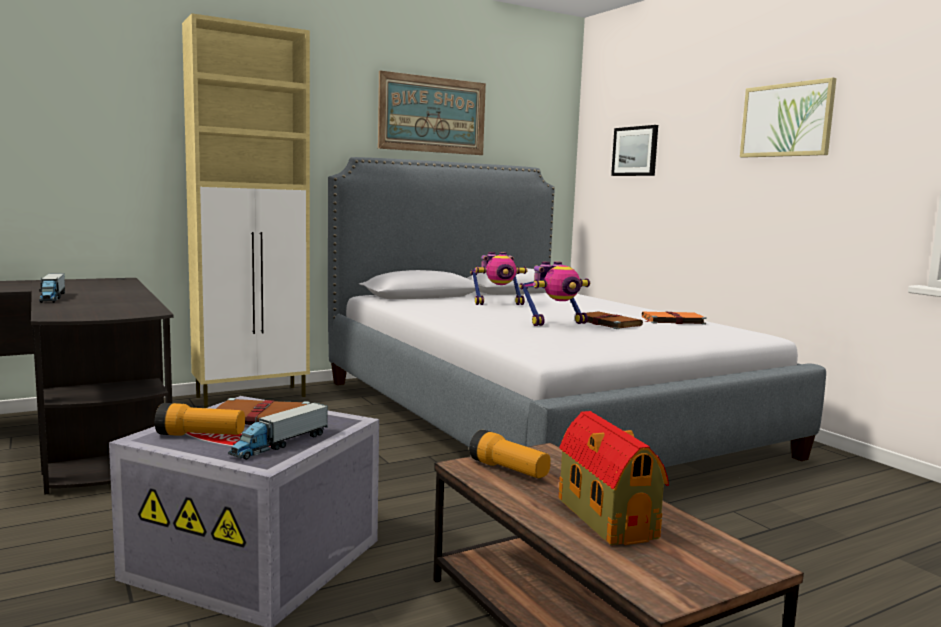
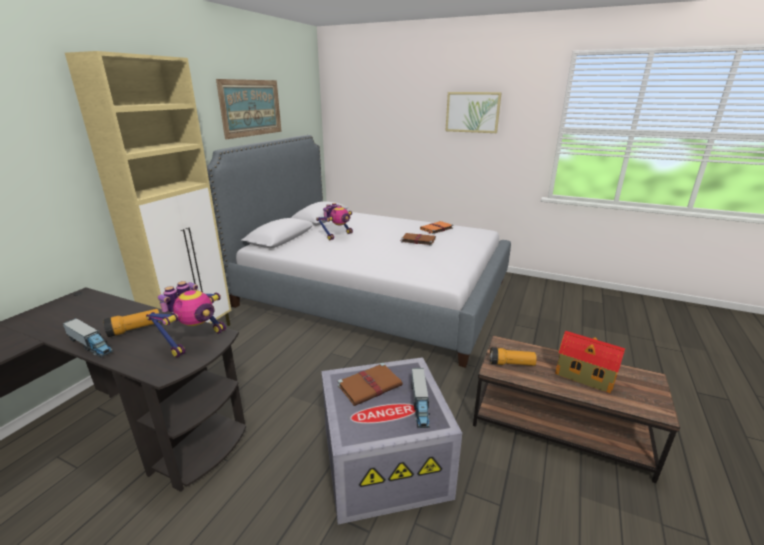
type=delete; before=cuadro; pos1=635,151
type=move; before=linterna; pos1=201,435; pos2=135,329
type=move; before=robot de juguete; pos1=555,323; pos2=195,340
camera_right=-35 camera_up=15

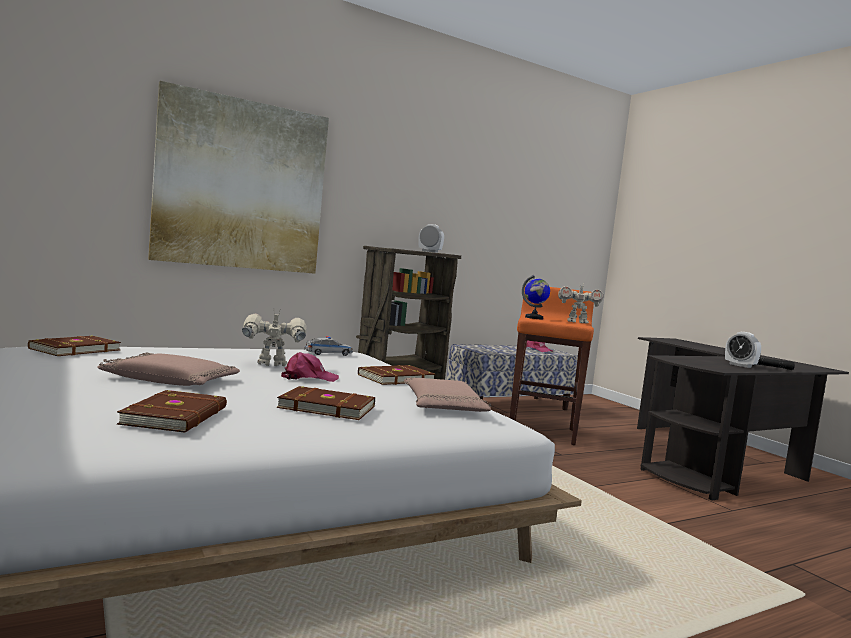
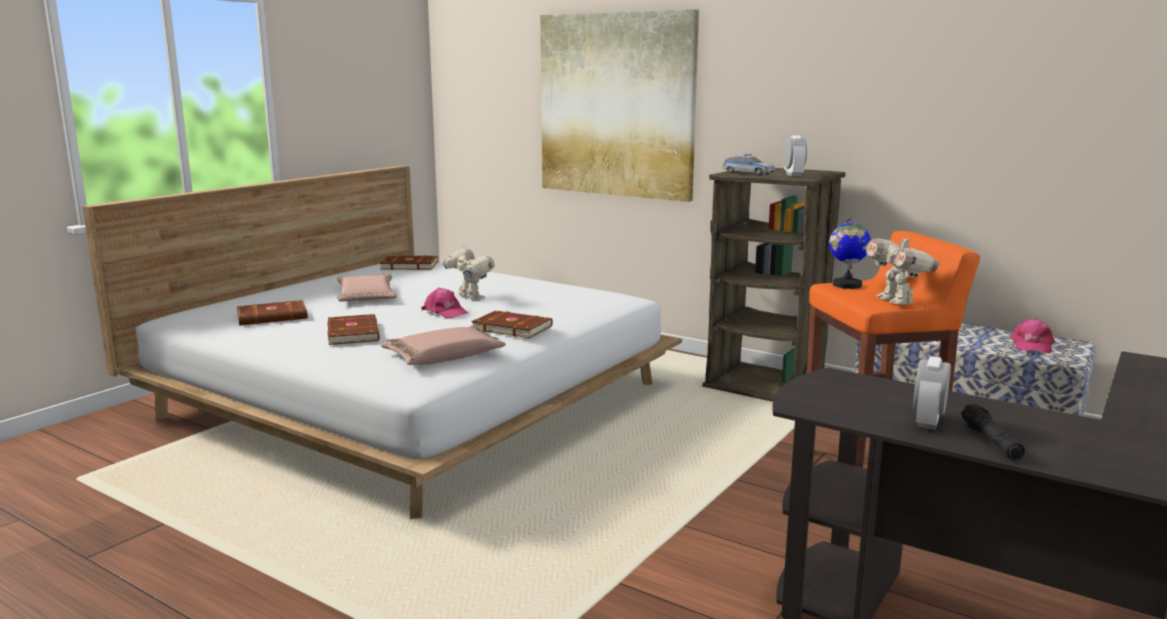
type=move; before=coche de juguete; pos1=328,353; pos2=748,173
camera_right=65 camera_up=10

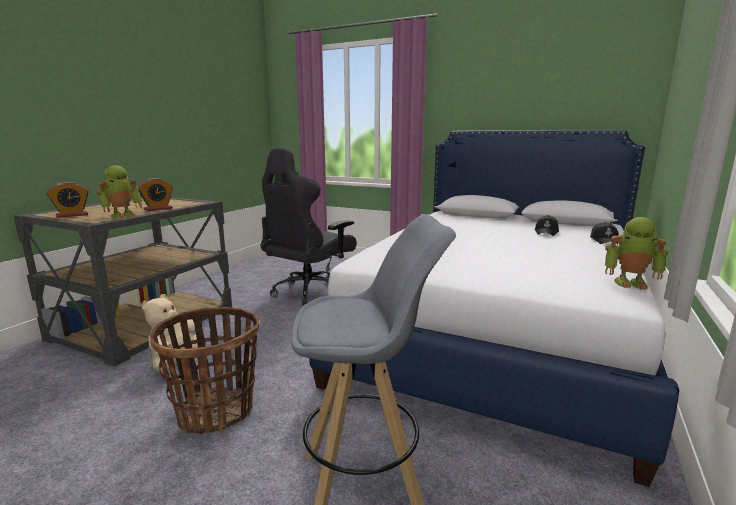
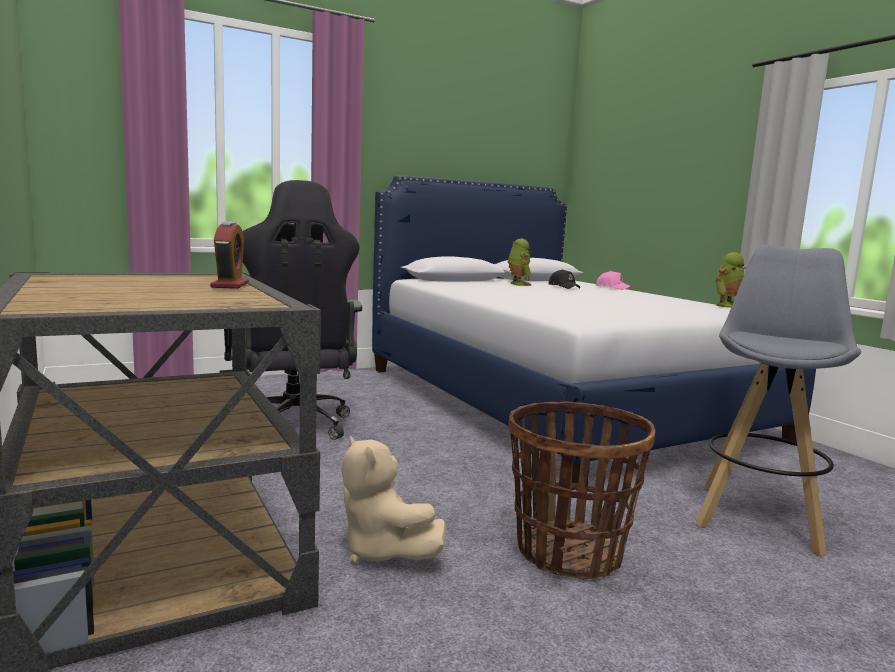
type=delete; before=despertador; pos1=72,215
type=move; before=robot de juguete; pos1=123,215; pos2=517,284
type=recolor; before=gorra/negro; after=gorra/rosa; pos1=604,240; pos2=613,288
camera_right=-55 camera_up=-5

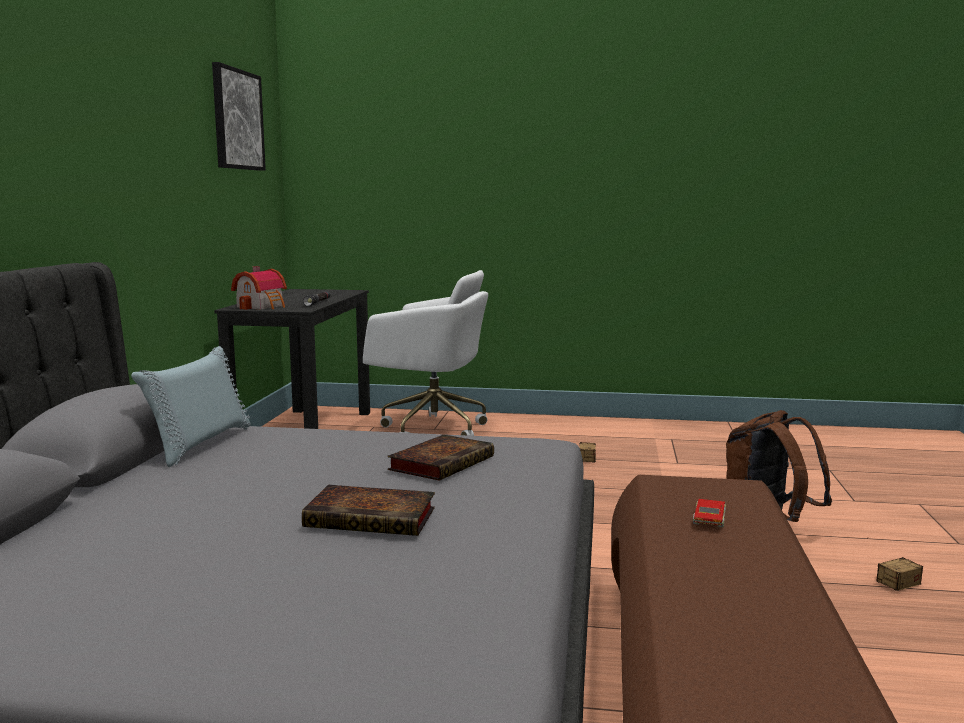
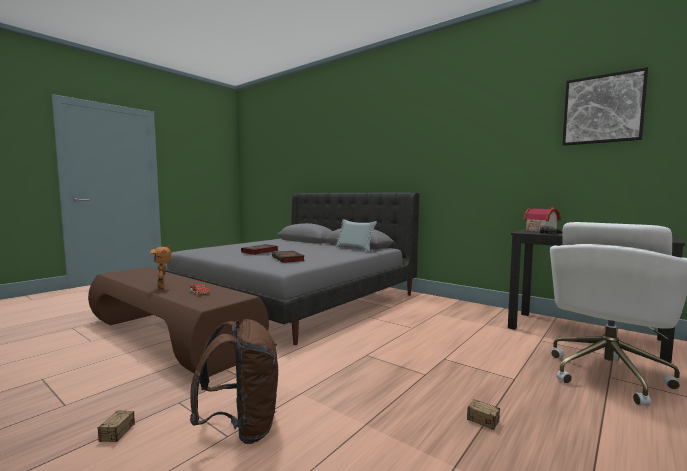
type=insert; after=robot de juguete; pos2=163,287
camera_right=120 camera_up=-5

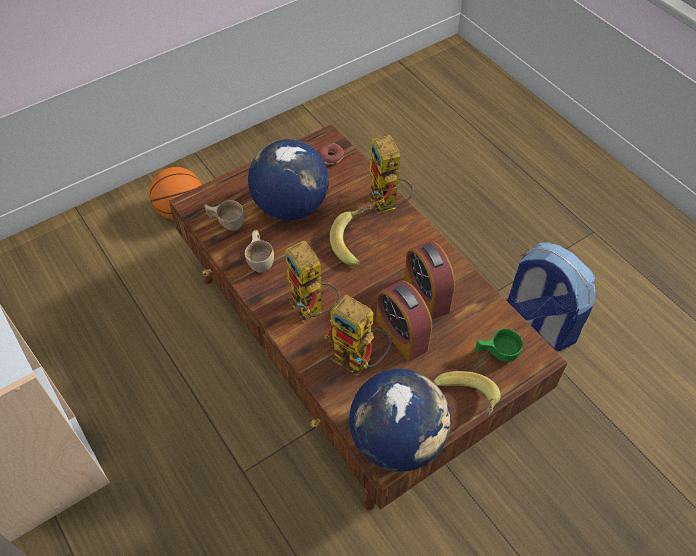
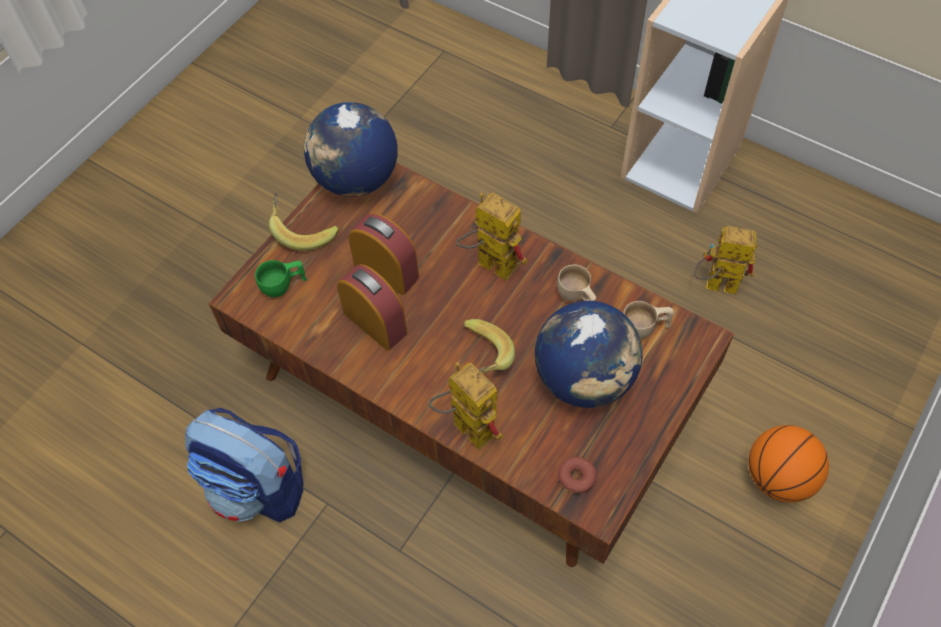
type=move; before=robot de juguete; pos1=359,361; pos2=714,285
camera_right=160 camera_up=5

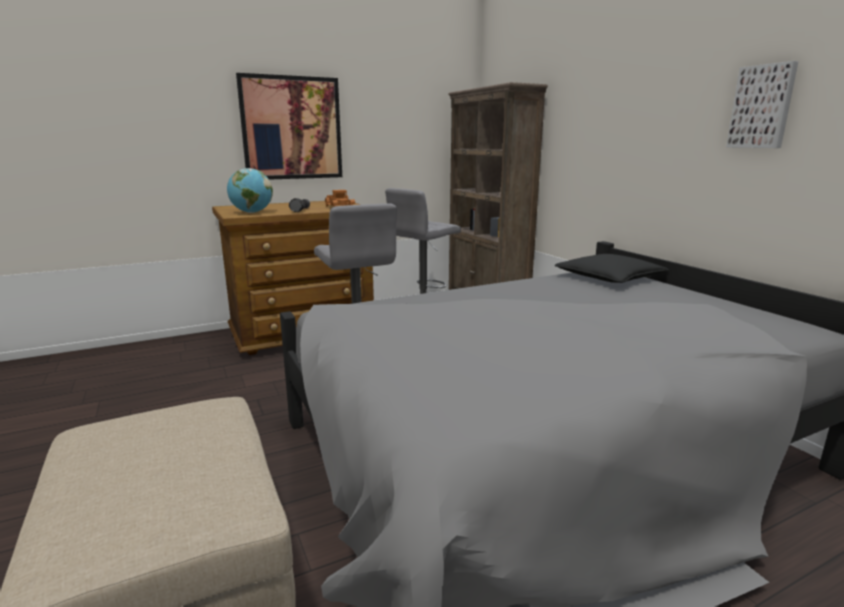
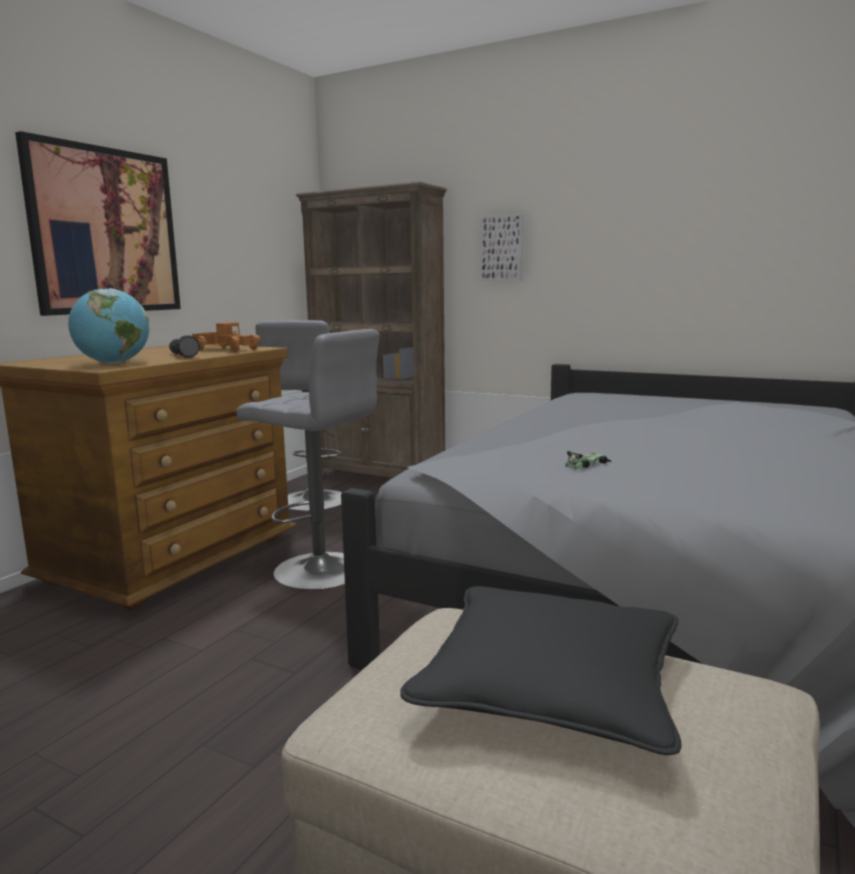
type=insert; after=coche de juguete; pos2=586,464
type=move; before=cojín/negro; pos1=609,277; pos2=551,680
type=move; before=cuadro; pos1=762,107; pos2=503,248
camera_right=-35 camera_up=-5

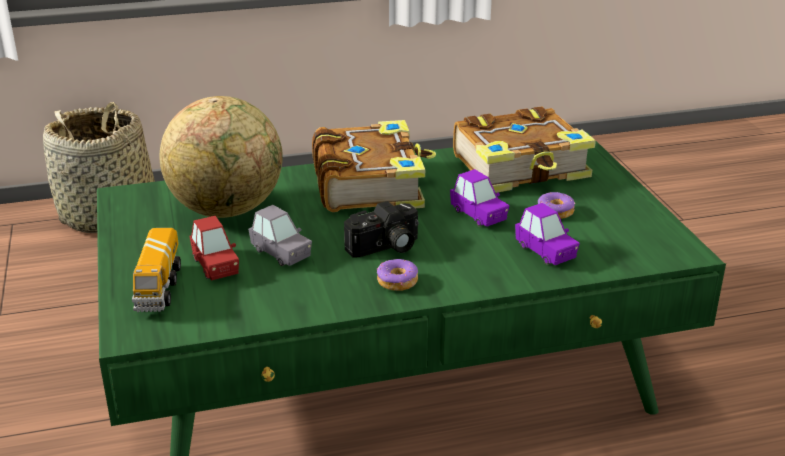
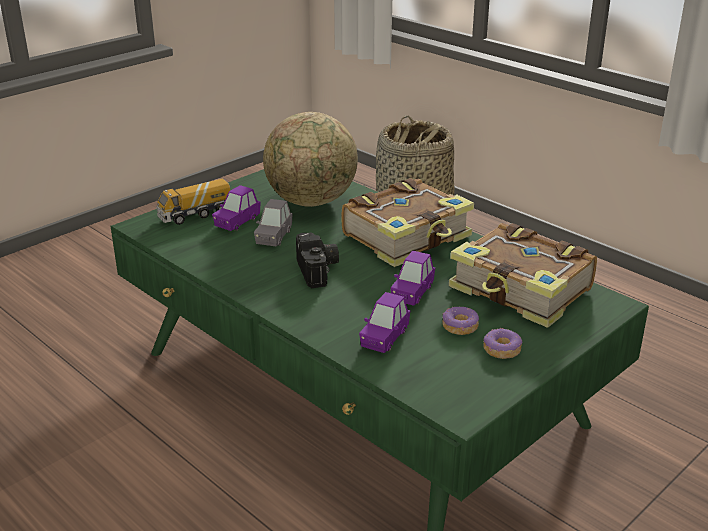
type=move; before=rosquilla; pos1=397,282; pos2=501,350
type=recolor; before=coche de juguete/rojo; after=coche de juguete/morado; pos1=215,265; pos2=237,222
type=rotate; before=cámara; pos1=385,248; pos2=319,270; turn=-135
camera_right=60 camera_up=0

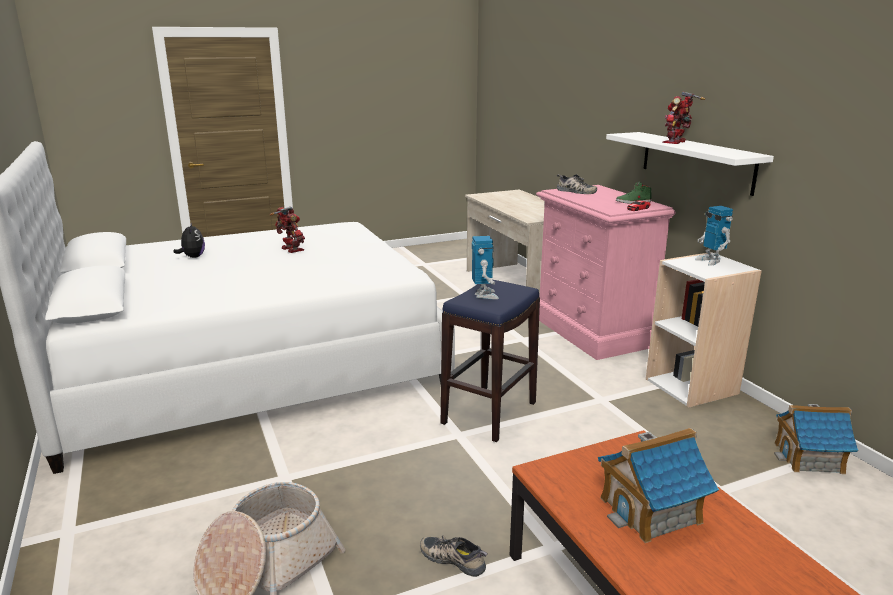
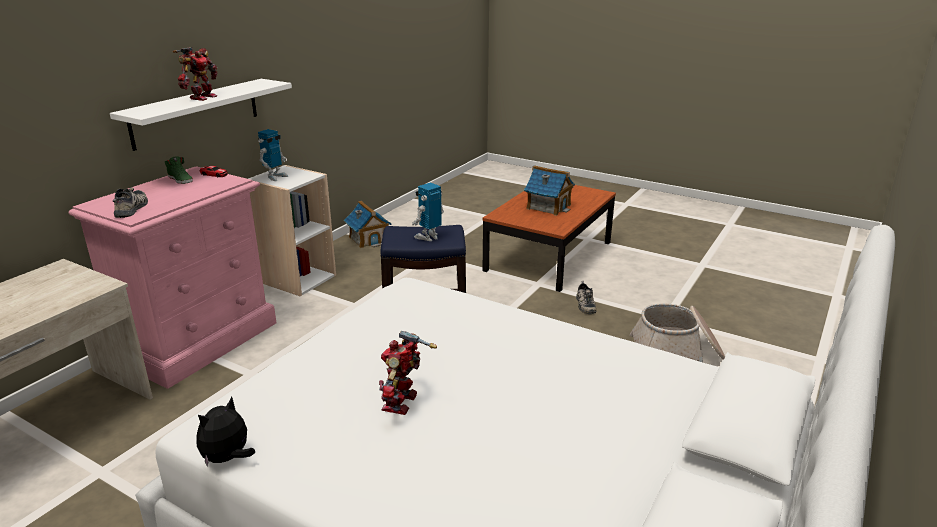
type=move; before=peluche; pos1=192,257; pos2=228,458
type=rotate; before=robot de juguete; pos1=676,142; pos2=201,97; turn=-75
camera_right=-125 camera_up=5

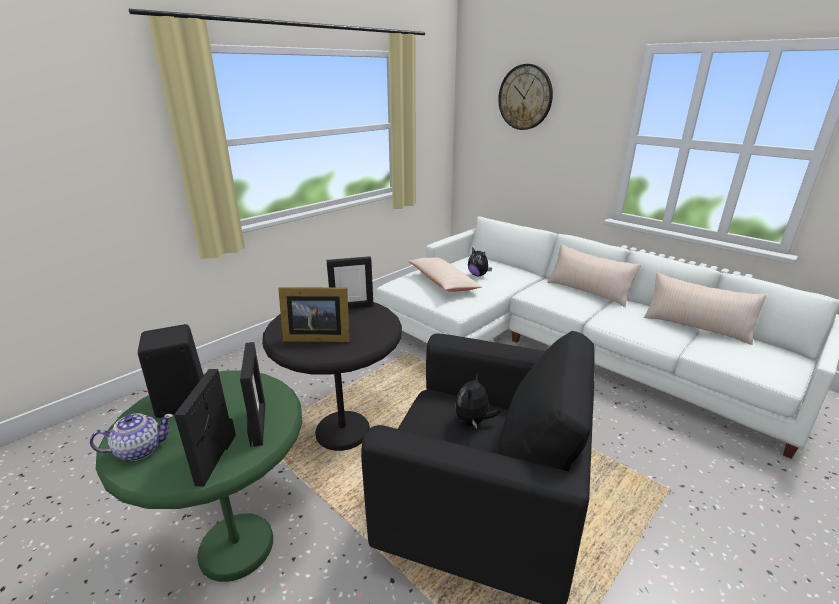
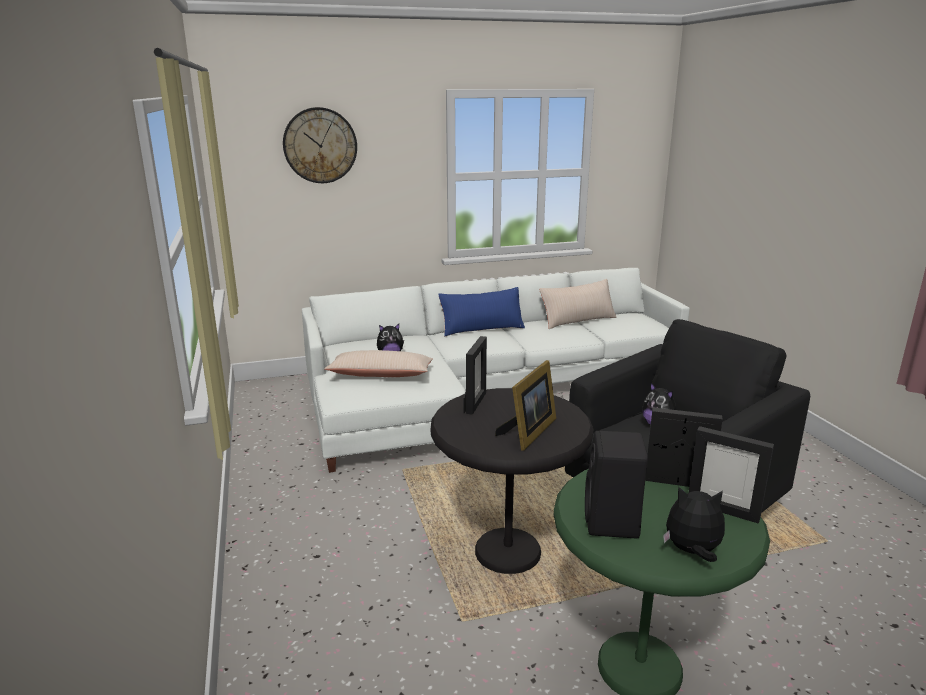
type=replace; before=tetera; after=peluche; pos1=139,450; pos2=692,552
type=recolor; before=cojín/beis; after=cojín/azul; pos1=588,291; pos2=482,329
camera_right=-60 camera_up=-5

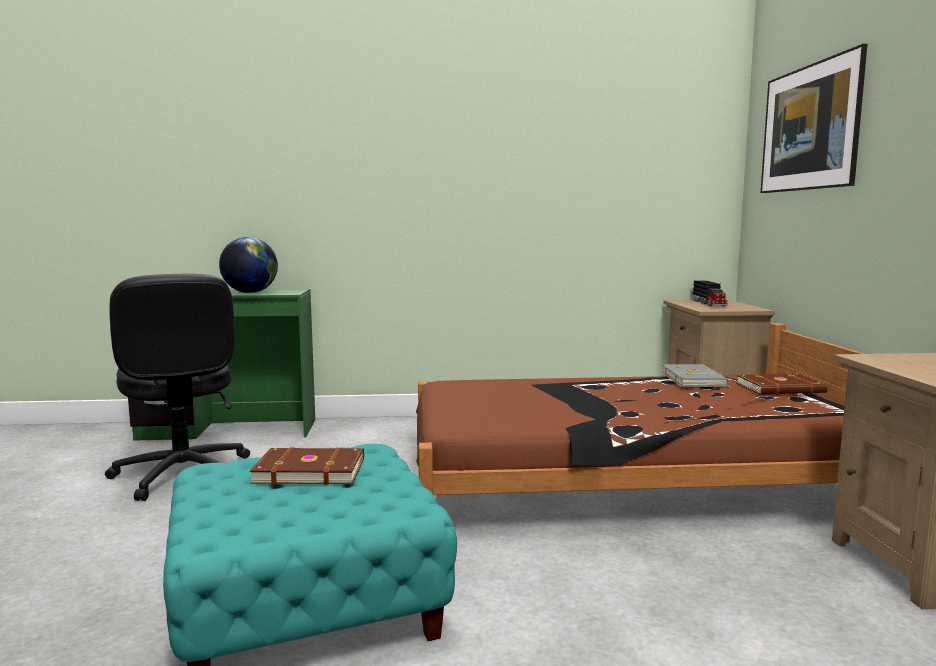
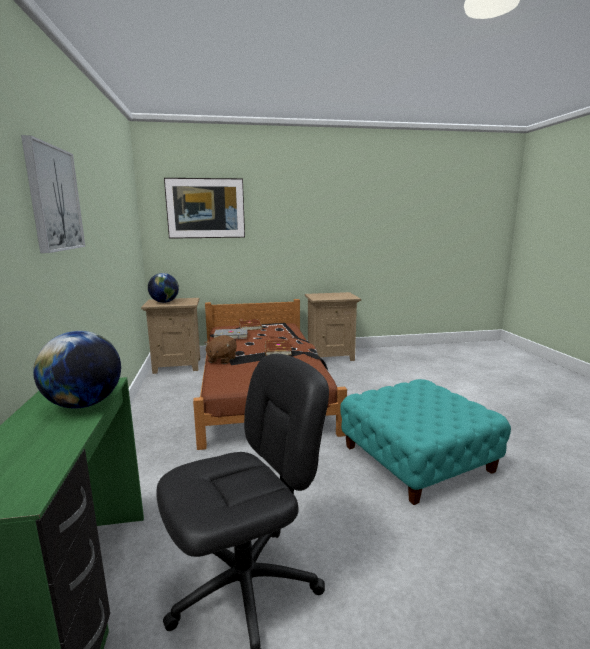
type=insert; after=cuadro; pos2=54,199
type=insert; after=peluche/marrón; pos2=221,360
type=move; before=libro/marrón; pos1=309,470; pos2=277,350
type=replace; before=camión de juguete; after=globo terráqueo; pos1=709,303; pos2=164,302
camera_right=-95 camera_up=5

